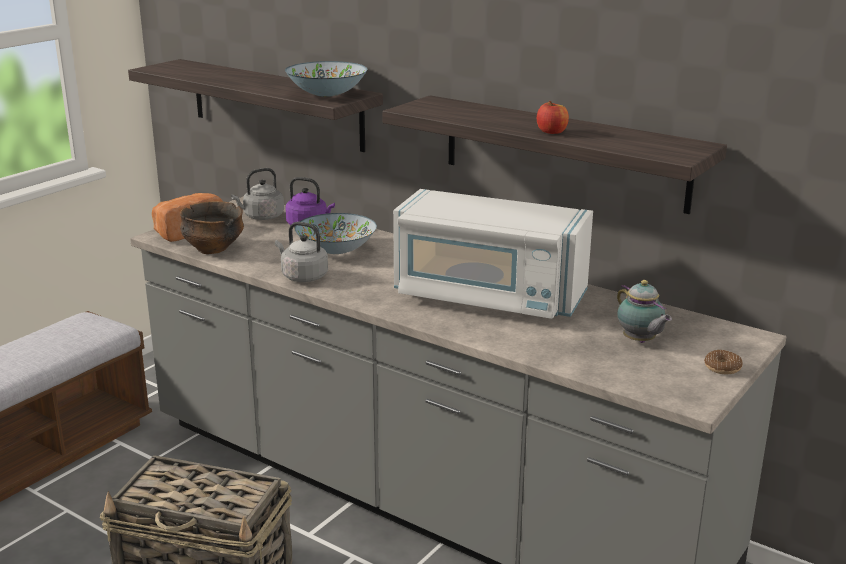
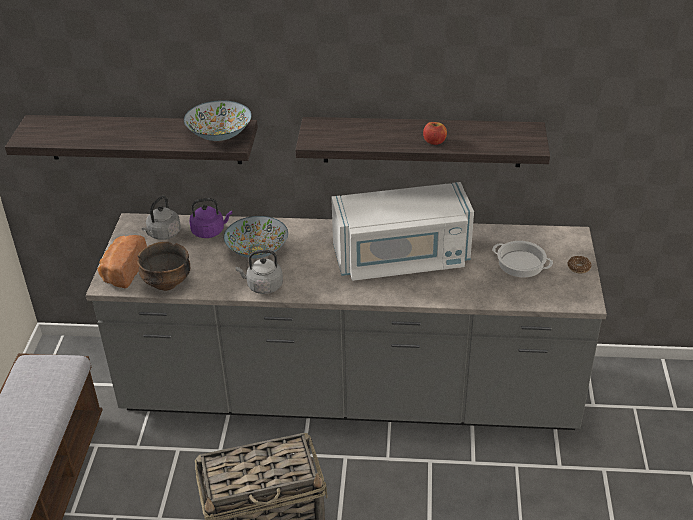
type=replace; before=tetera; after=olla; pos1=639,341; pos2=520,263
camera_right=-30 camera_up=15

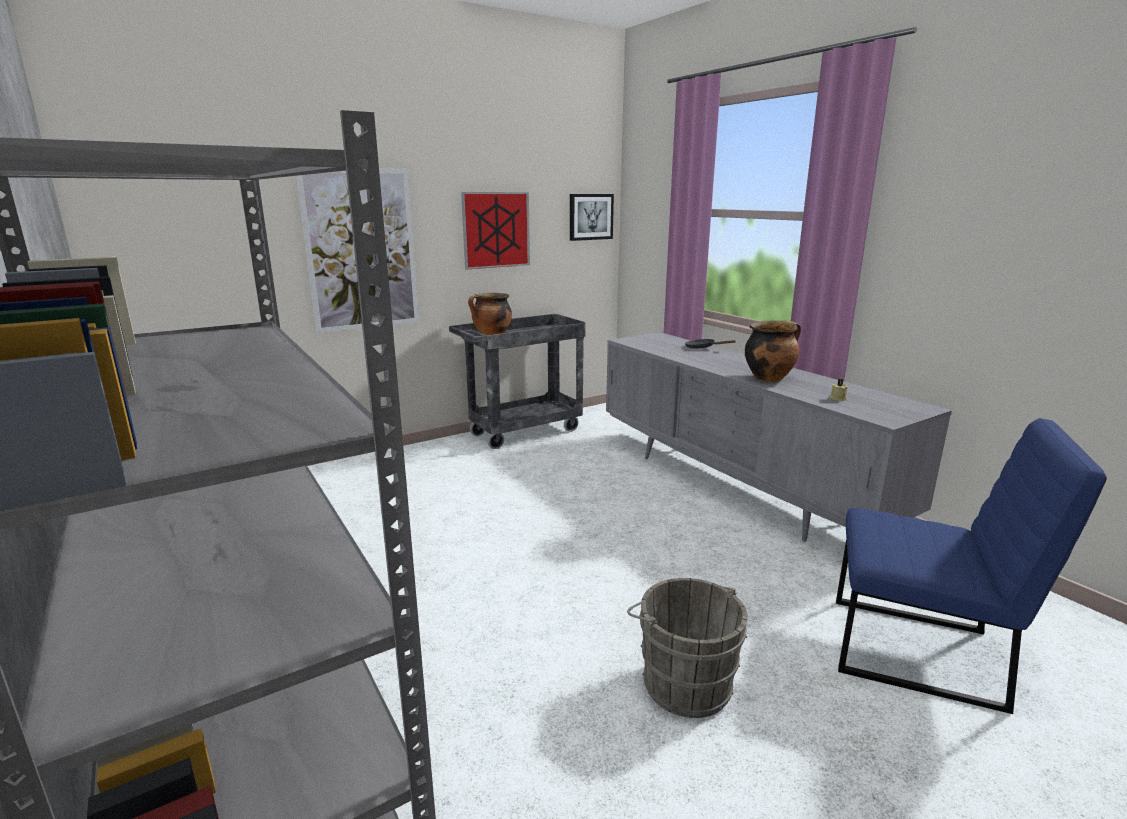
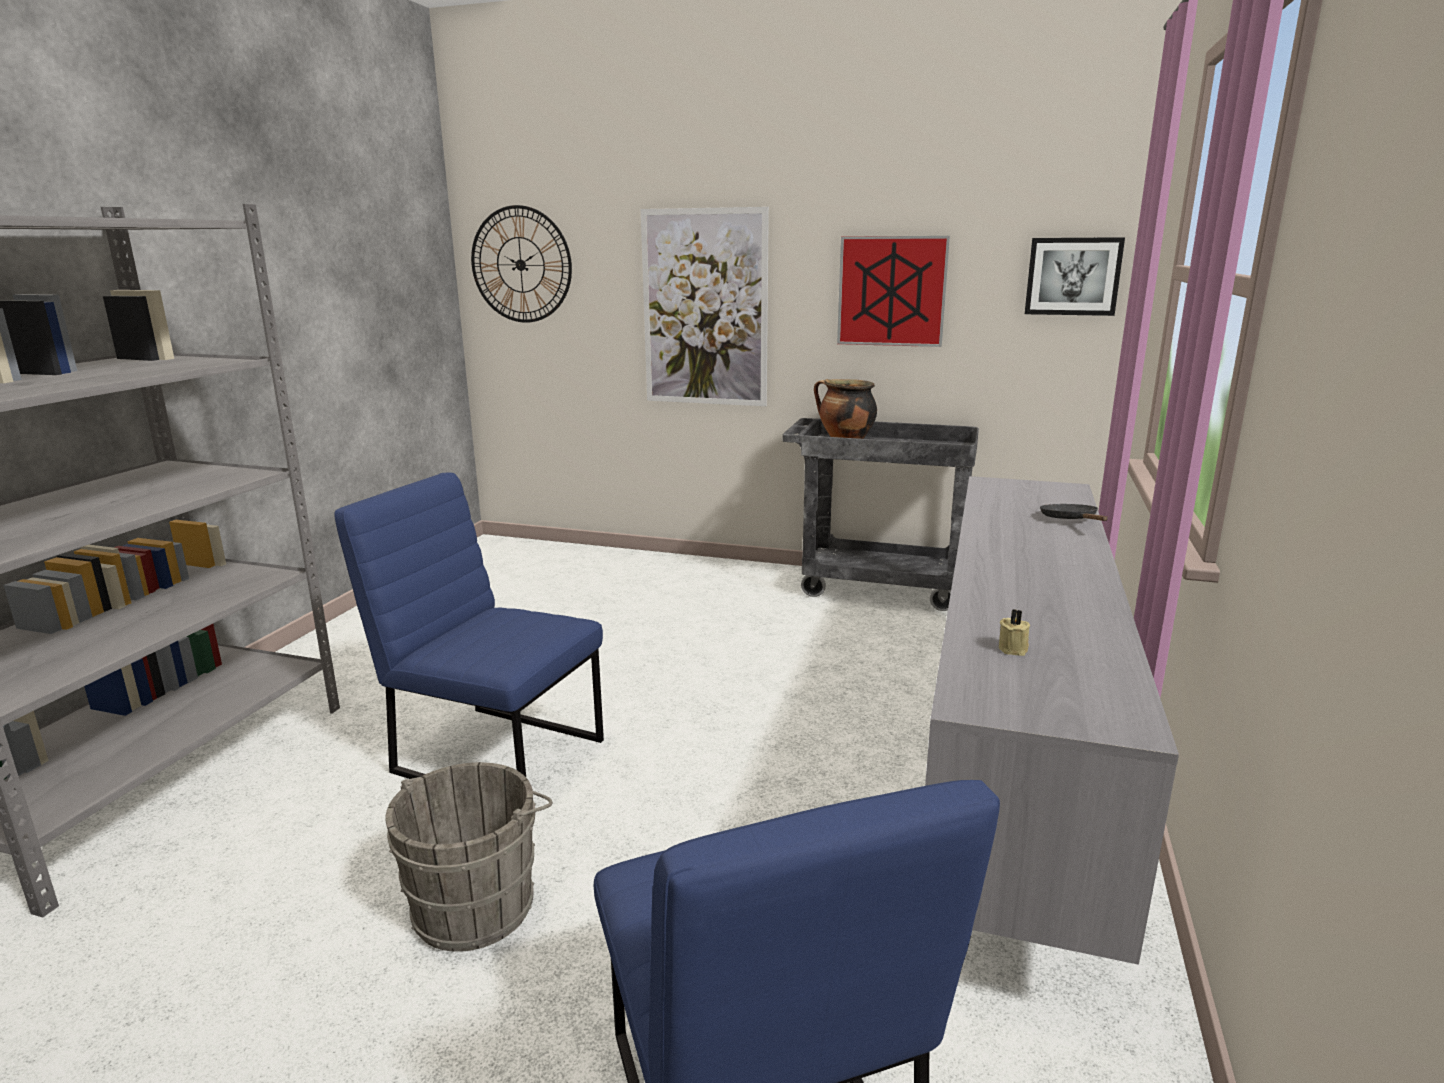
type=delete; before=olla; pos1=769,378
type=insert; after=silla/azul; pos2=495,753
type=insert; after=reloj de pared; pos2=521,265
camera_right=50 camera_up=0

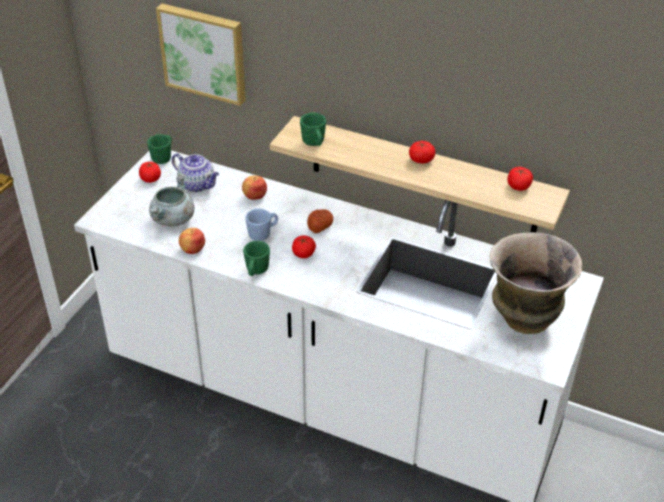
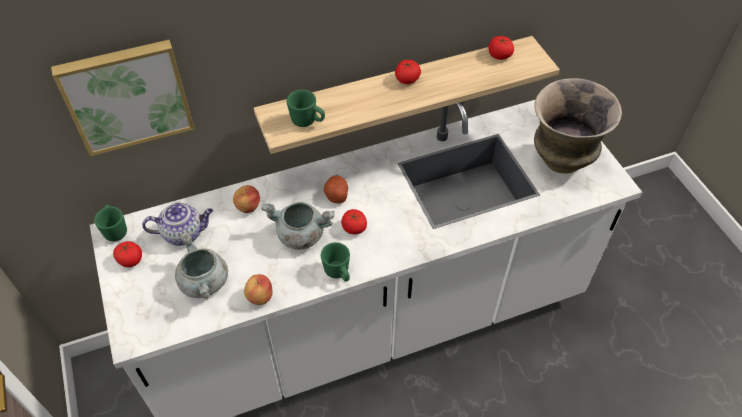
type=replace; before=taza grande/azul; after=olla/gris; pos1=263,234; pos2=300,235
camera_right=-45 camera_up=10

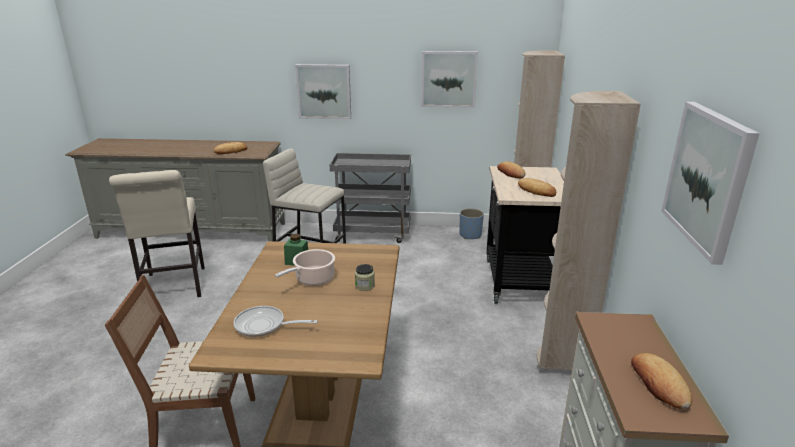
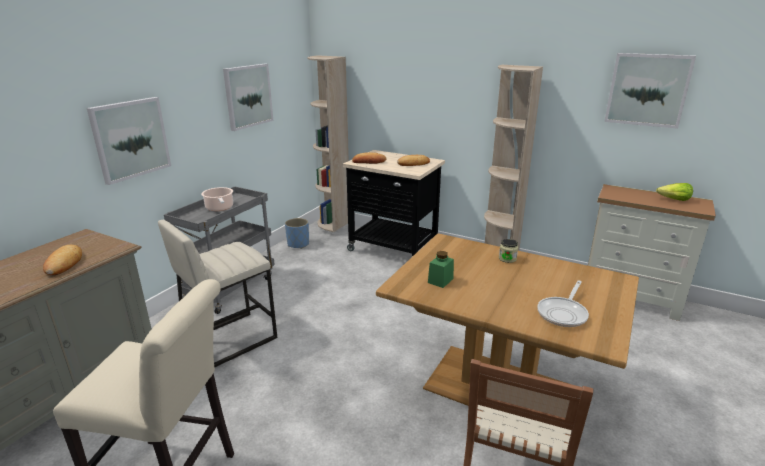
type=move; before=olla; pos1=313,279; pos2=220,208
type=replace; before=pan; after=lechuga; pos1=659,384; pos2=674,200
camera_right=-65 camera_up=0

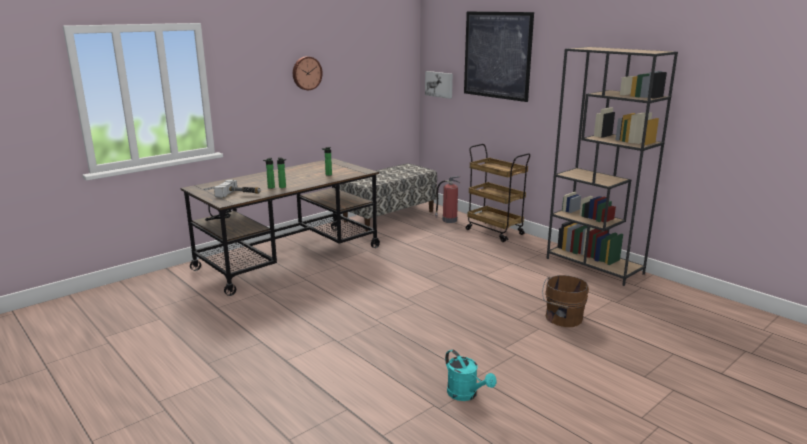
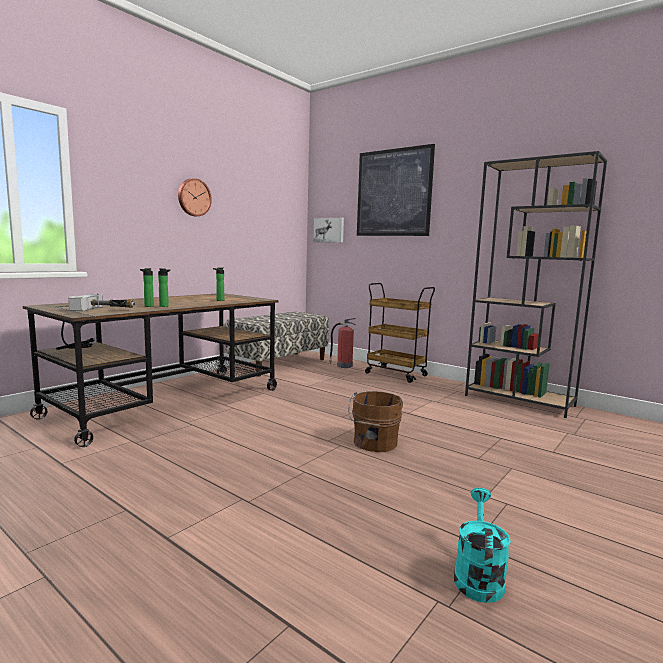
type=move; before=cubo/marrón; pos1=563,318; pos2=374,443
type=rotate; before=regadera/turquesa; pos1=466,395; pos2=478,575; turn=-120
camera_right=-10 camera_up=-10

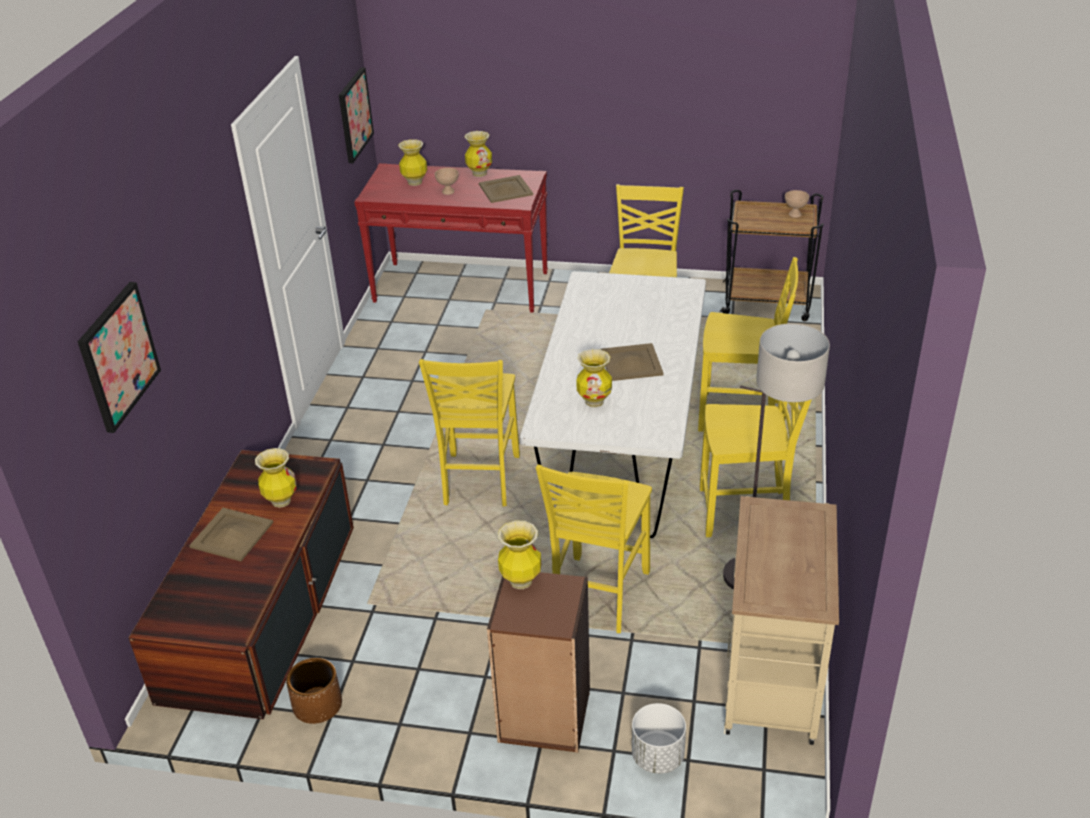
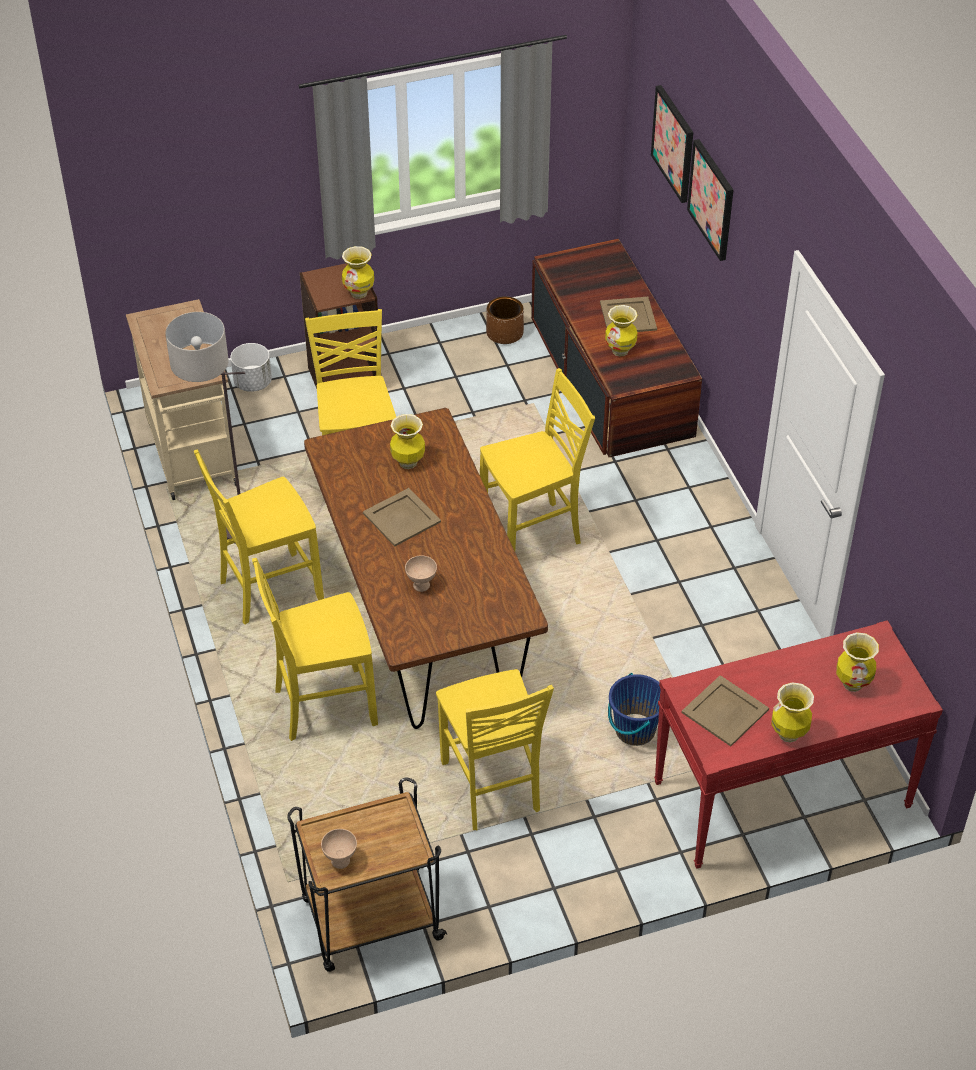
type=insert; after=cubo/azul; pos2=634,730
type=move; before=cuadro; pos1=354,115; pos2=712,199
type=move; before=cuenco/beis; pos1=448,192; pos2=421,585
type=recolor; before=mesa de comedor/blanco; after=mesa de comedor/marrón; pos1=619,449; pos2=425,617
type=rotate; before=silla/amarillo; pos1=479,481; pos2=533,535; turn=90
camera_right=150 camera_up=10

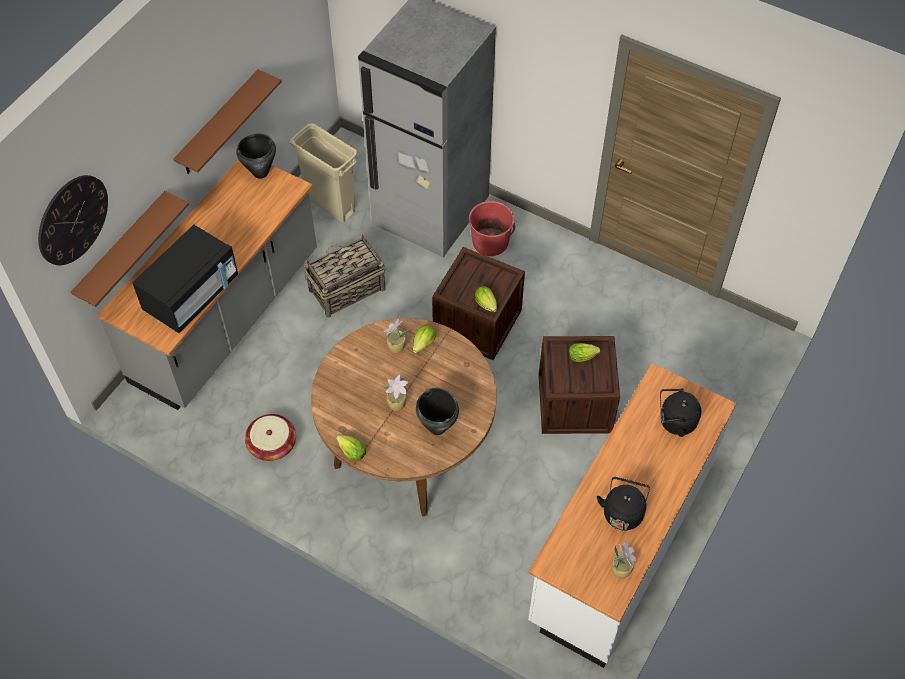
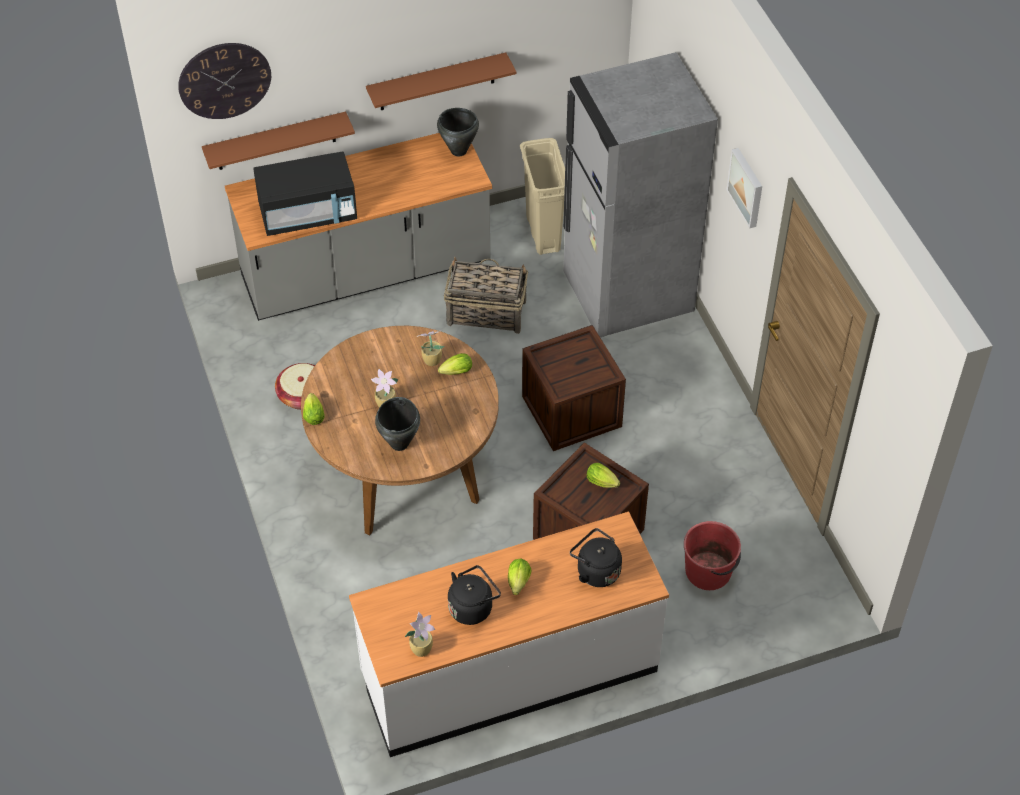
type=insert; after=cuadro; pos2=747,187
type=move; before=cubo/rojo; pos1=491,242; pos2=709,571
type=move; before=lechuga; pos1=487,305; pos2=518,584
camera_right=40 camera_up=-5

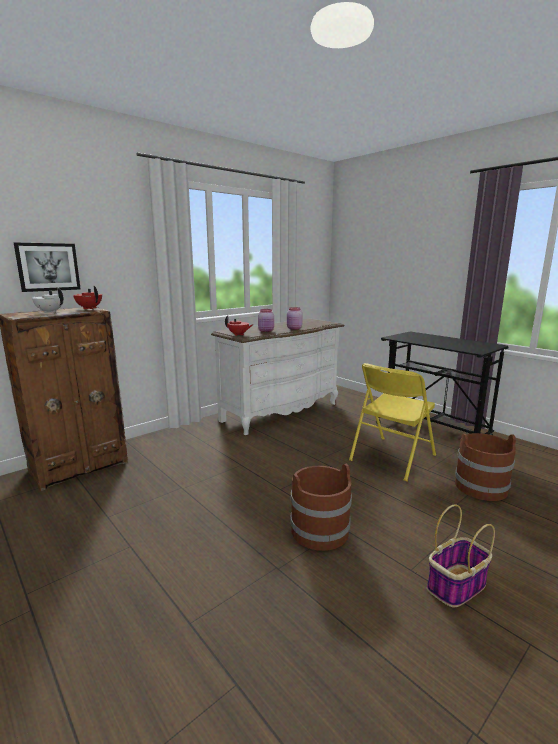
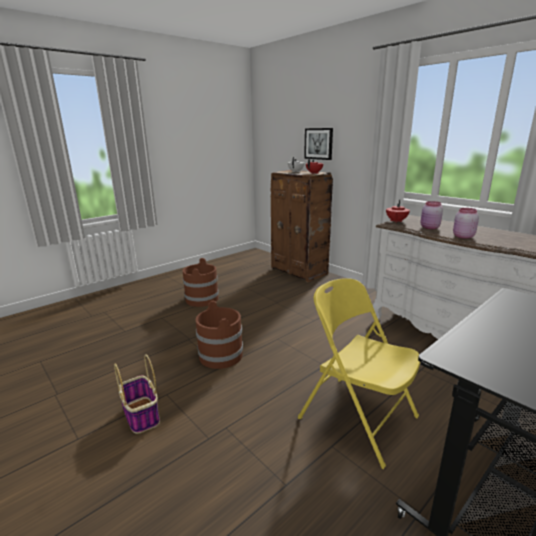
type=move; before=cubo/marrón; pos1=480,487; pos2=202,299
camera_right=90 camera_up=5

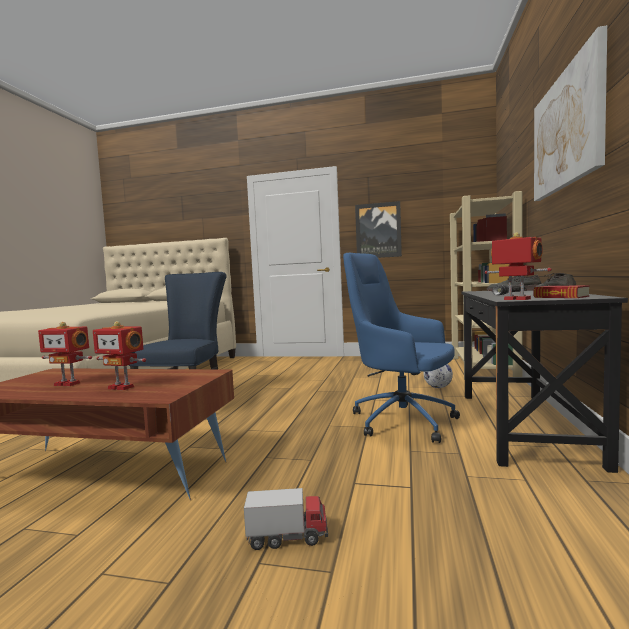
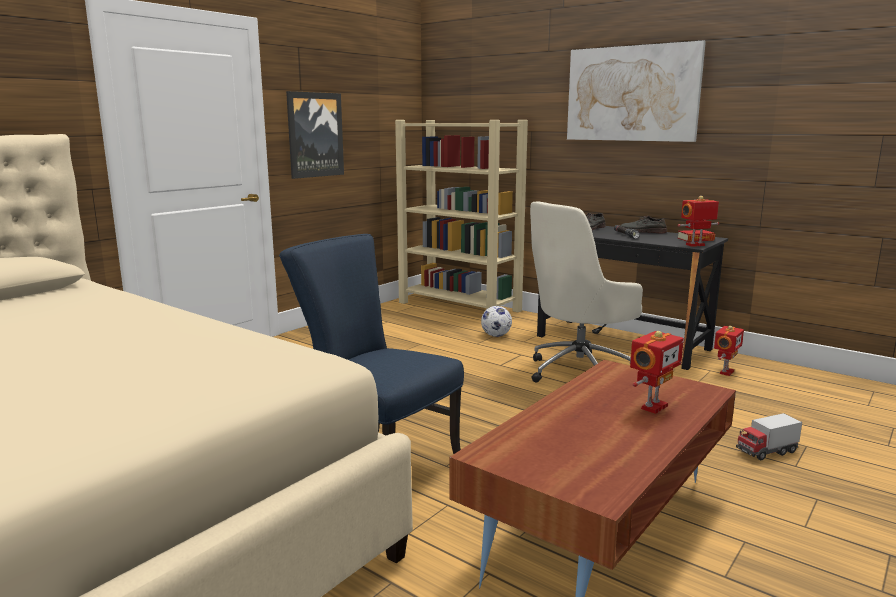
type=move; before=robot de juguete; pos1=68,384; pos2=725,372
type=recolor; before=silla de oficina/azul; after=silla de oficina/beis; pos1=402,422; pos2=578,371
type=rotate; before=camión de juguete; pos1=288,537; pos2=766,452; turn=-135
camera_right=-65 camera_up=10

